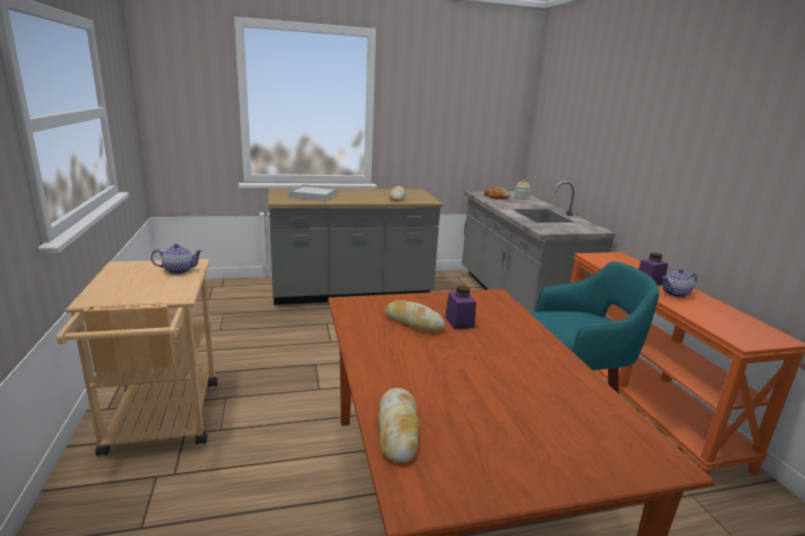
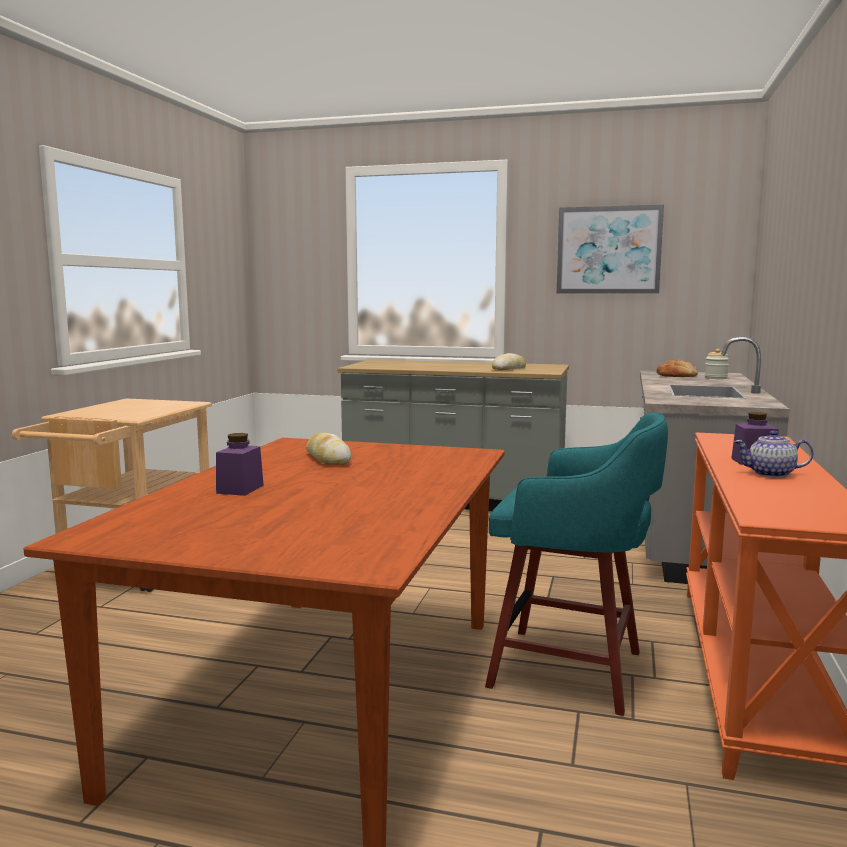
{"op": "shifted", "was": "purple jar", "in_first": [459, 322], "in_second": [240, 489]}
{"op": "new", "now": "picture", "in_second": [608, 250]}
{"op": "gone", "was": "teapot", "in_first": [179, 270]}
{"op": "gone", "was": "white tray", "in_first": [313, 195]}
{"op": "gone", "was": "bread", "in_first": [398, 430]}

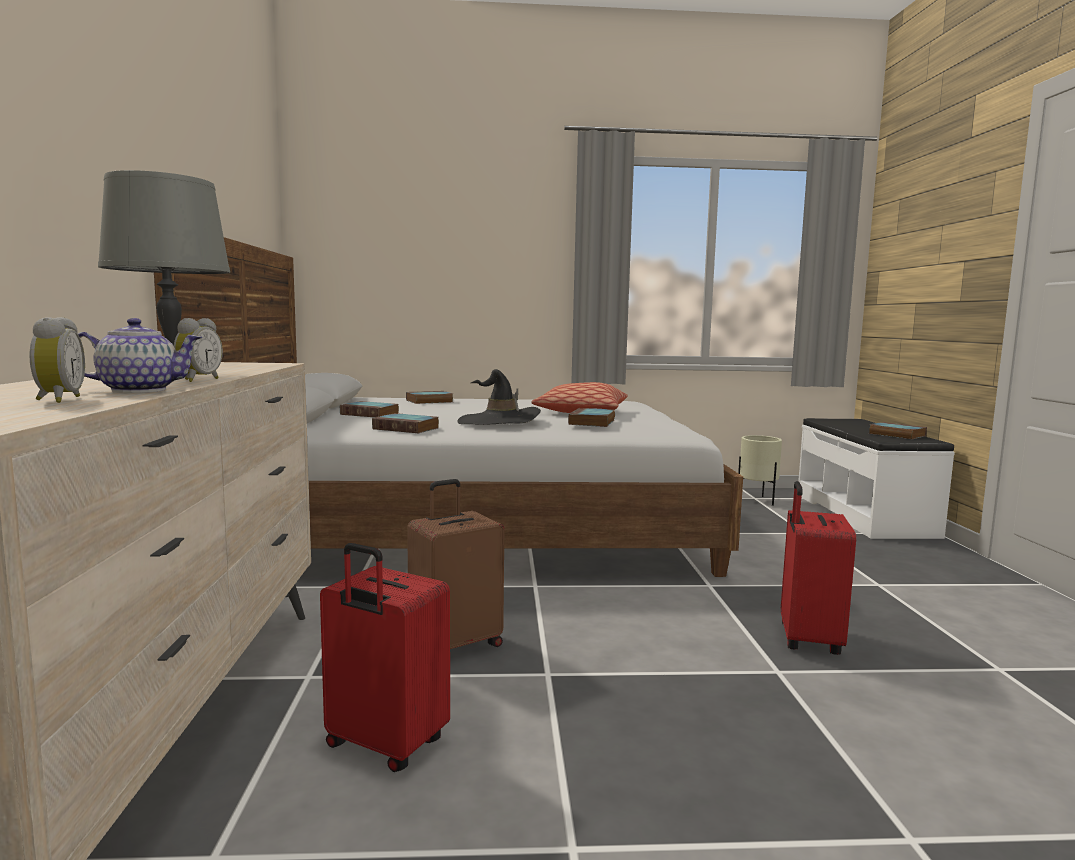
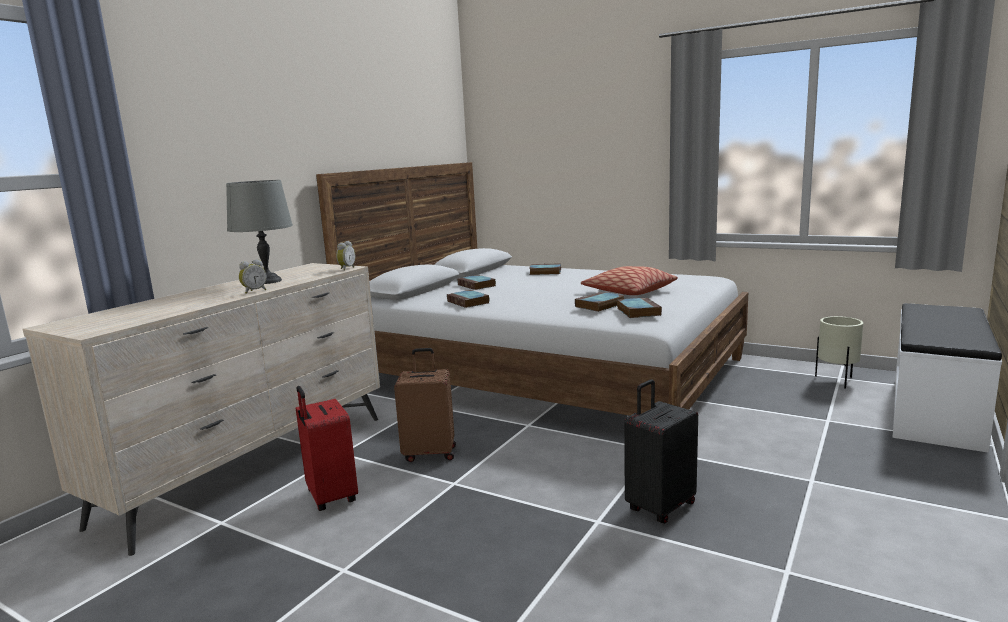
{"op": "shifted", "was": "alarm clock", "in_first": [57, 400], "in_second": [346, 269]}
{"op": "shifted", "was": "book", "in_first": [895, 434], "in_second": [637, 311]}
{"op": "repainted", "was": "red suitcase", "now": "black suitcase", "in_first": [807, 639], "in_second": [659, 507]}
{"op": "gone", "was": "teapot", "in_first": [138, 390]}
{"op": "gone", "was": "black hat", "in_first": [499, 422]}

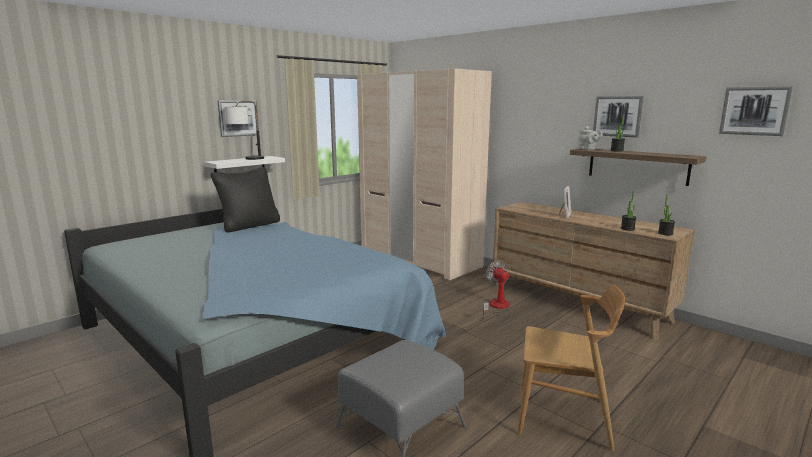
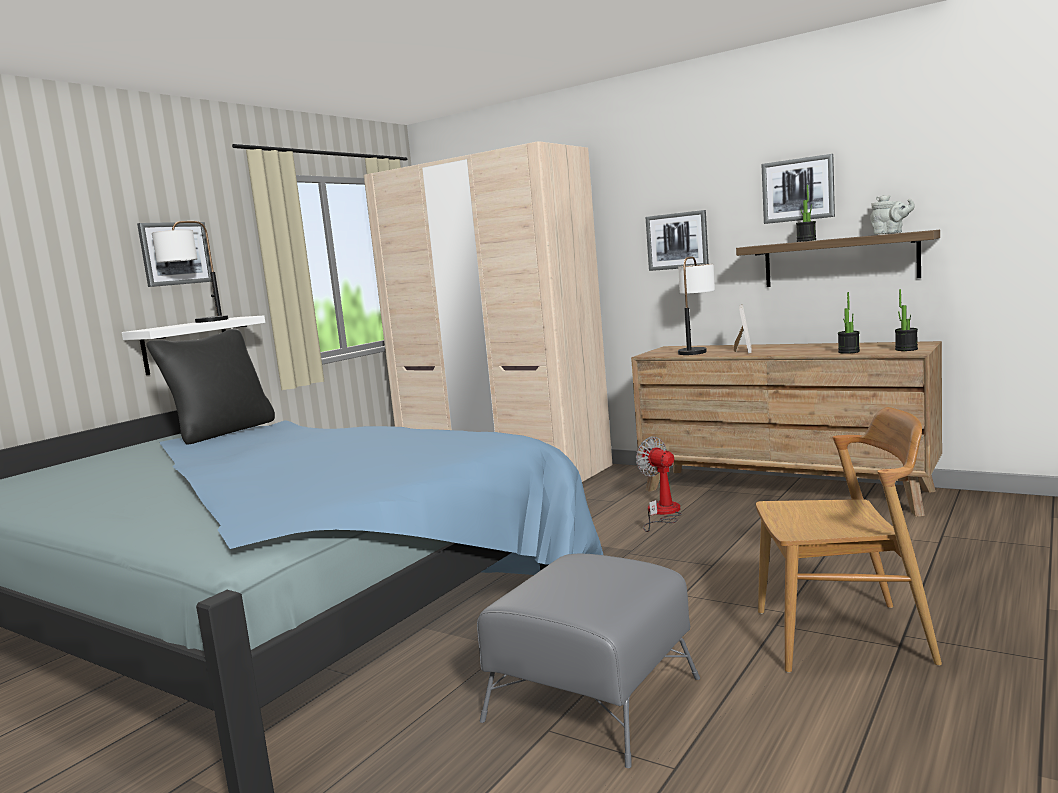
{"op": "shifted", "was": "picture", "in_first": [754, 111], "in_second": [677, 241]}
{"op": "new", "now": "table lamp", "in_second": [697, 350]}
{"op": "shifted", "was": "grey teapot", "in_first": [587, 149], "in_second": [890, 233]}

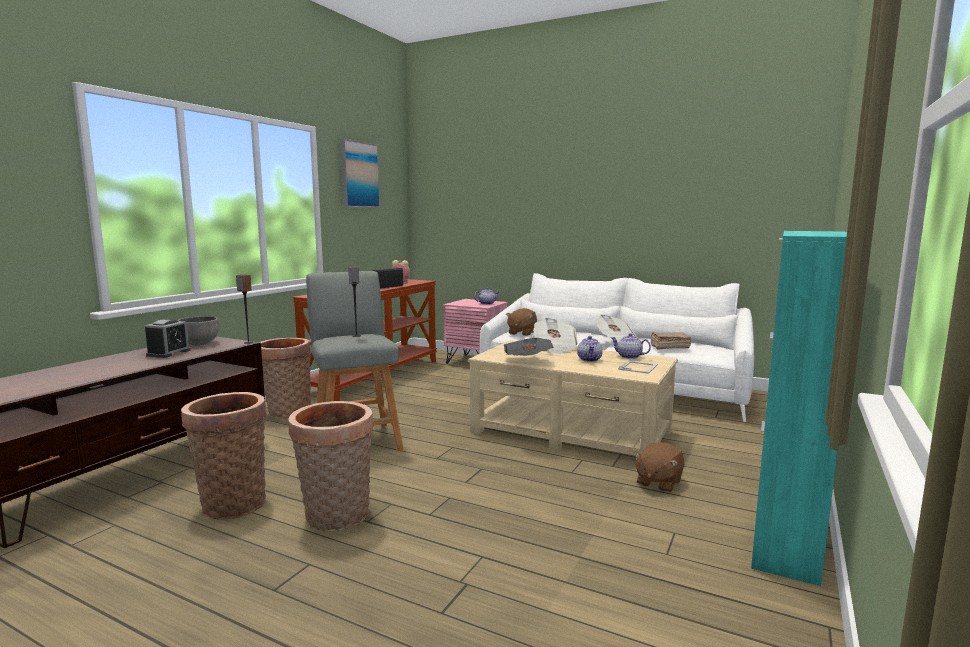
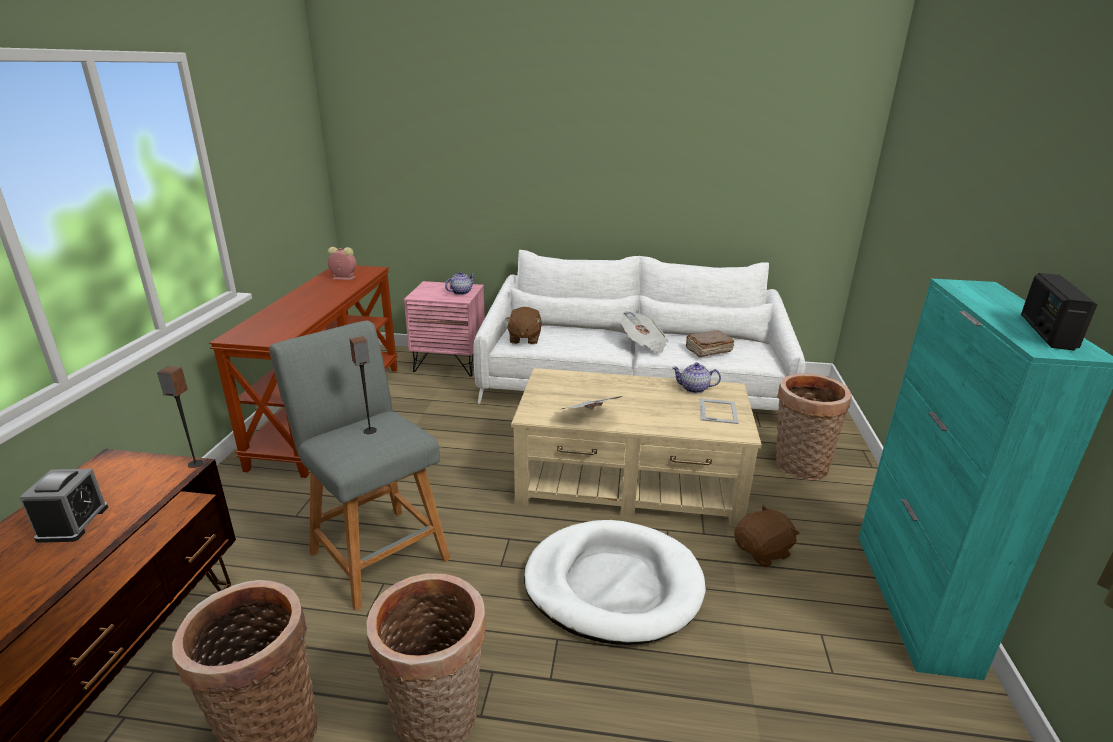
{"op": "new", "now": "white dog bed", "in_second": [613, 585]}
{"op": "rotated", "was": "brown plush toy", "in_first": [658, 482], "in_second": [763, 552], "clockwise": -135}
{"op": "shifted", "was": "basket", "in_first": [287, 412], "in_second": [798, 467]}
{"op": "shifted", "was": "radio", "in_first": [388, 287], "in_second": [1046, 332]}
{"op": "gone", "was": "grey bowl", "in_first": [200, 343]}
{"op": "gone", "was": "picture", "in_first": [359, 175]}
{"op": "gone", "was": "newspaper", "in_first": [555, 348]}
{"op": "gone", "was": "teapot", "in_first": [590, 359]}

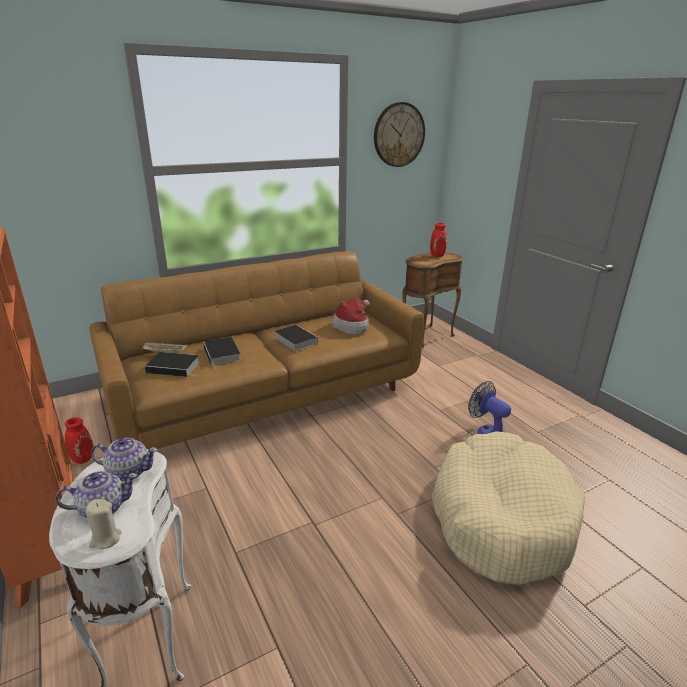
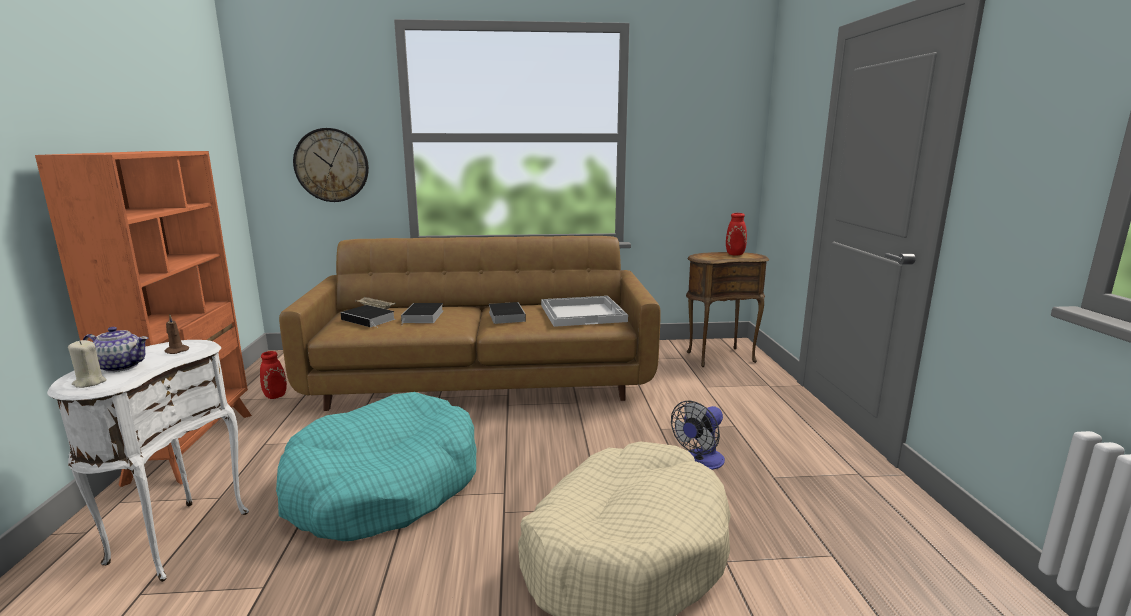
{"op": "swapped", "was": "teapot", "now": "brown candle", "in_first": [128, 471], "in_second": [176, 351]}
{"op": "new", "now": "turquoise dog bed", "in_second": [384, 486]}
{"op": "shifted", "was": "wall clock", "in_first": [399, 135], "in_second": [331, 165]}
{"op": "swapped", "was": "hat", "now": "white tray", "in_first": [352, 326], "in_second": [583, 313]}
{"op": "rotated", "was": "fan", "in_first": [487, 431], "in_second": [700, 462], "clockwise": -120}

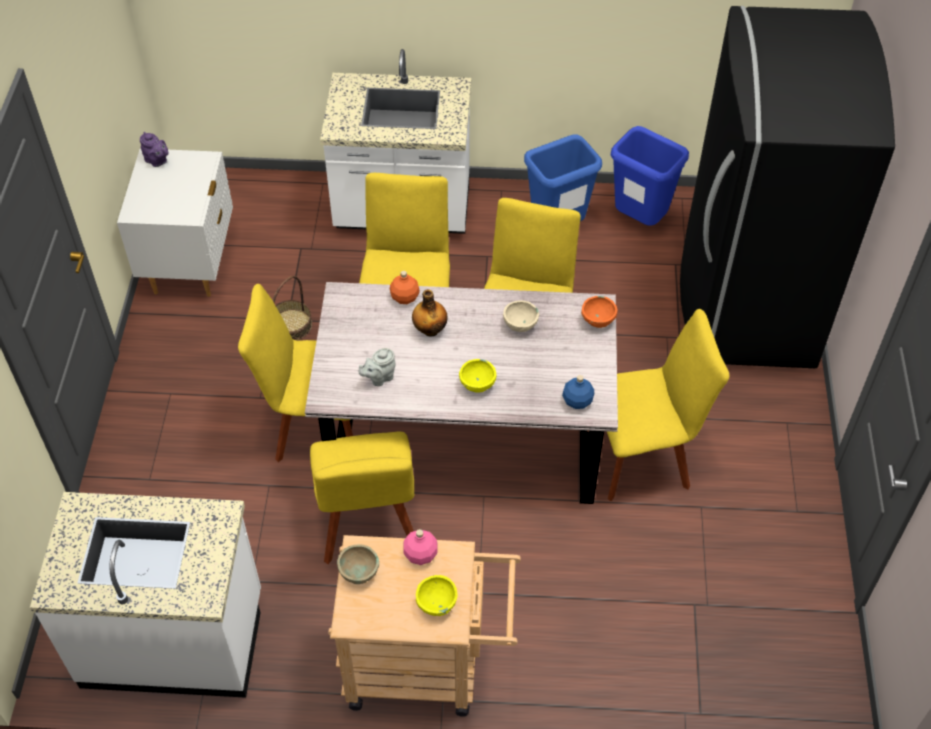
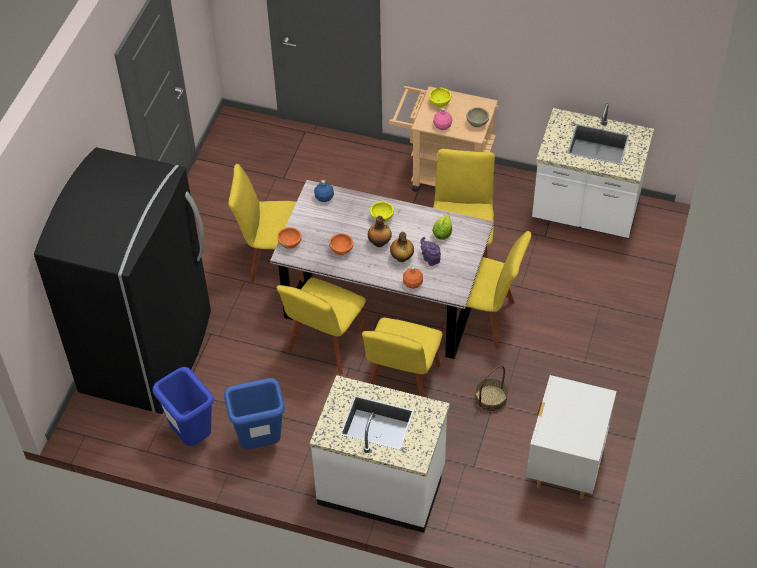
{"op": "repainted", "was": "beige bowl", "now": "orange bowl", "in_first": [520, 326], "in_second": [341, 250]}
{"op": "new", "now": "bottle", "in_second": [379, 243]}
{"op": "shifted", "was": "purple teapot", "in_first": [157, 161], "in_second": [430, 259]}
{"op": "swapped", "was": "grey teapot", "now": "lettuce", "in_first": [379, 378], "in_second": [442, 233]}

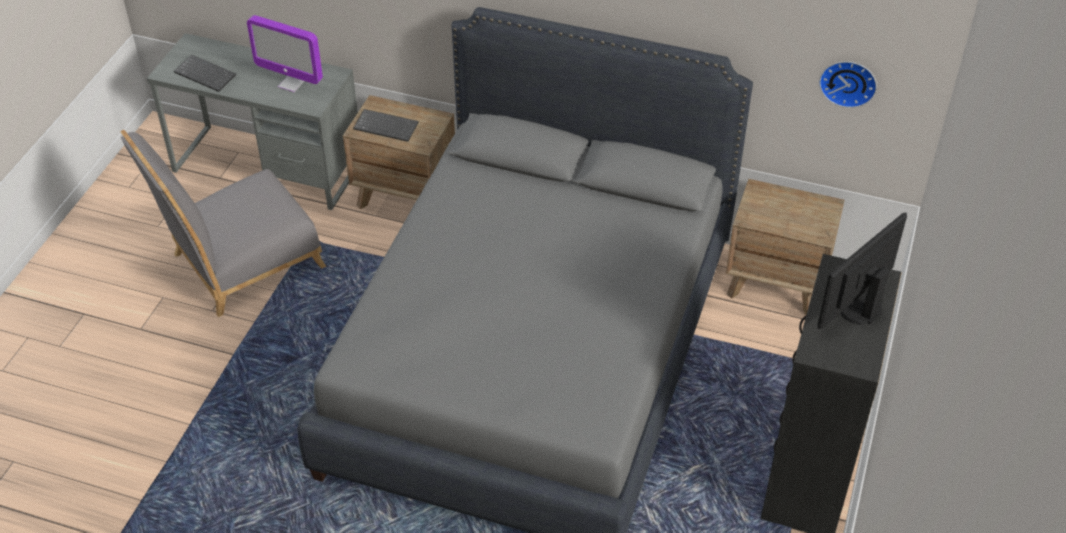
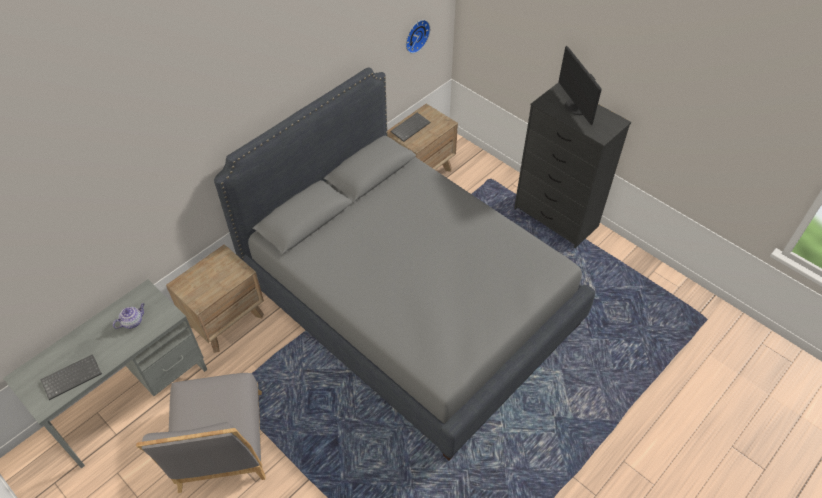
{"op": "swapped", "was": "monitor", "now": "teapot", "in_first": [291, 84], "in_second": [133, 321]}
{"op": "shifted", "was": "keyboard", "in_first": [387, 126], "in_second": [410, 127]}

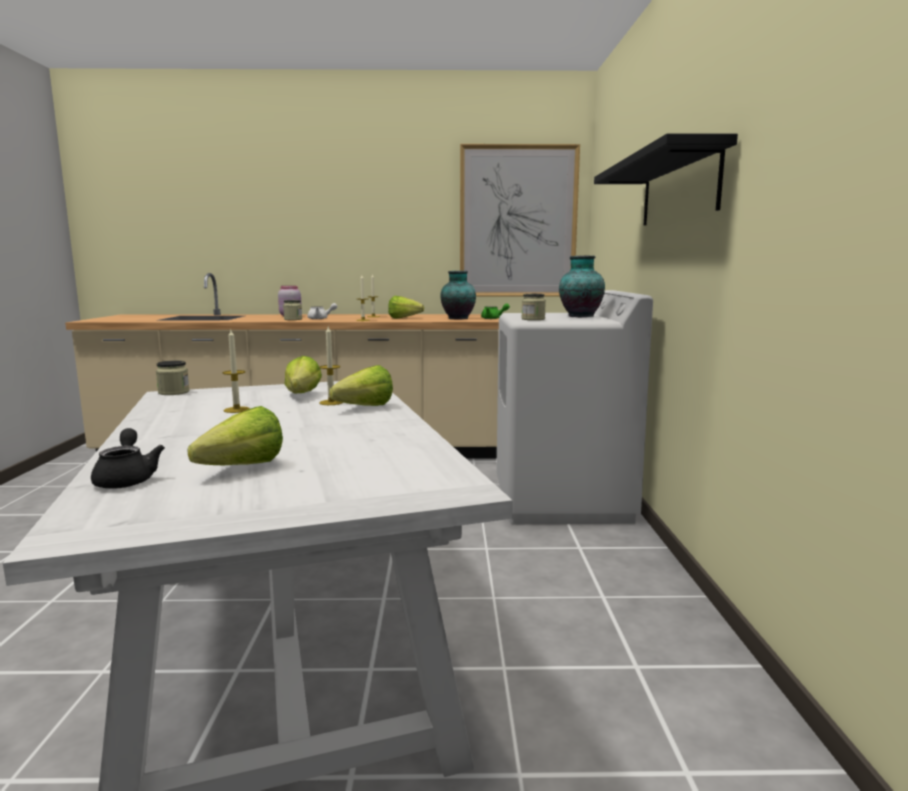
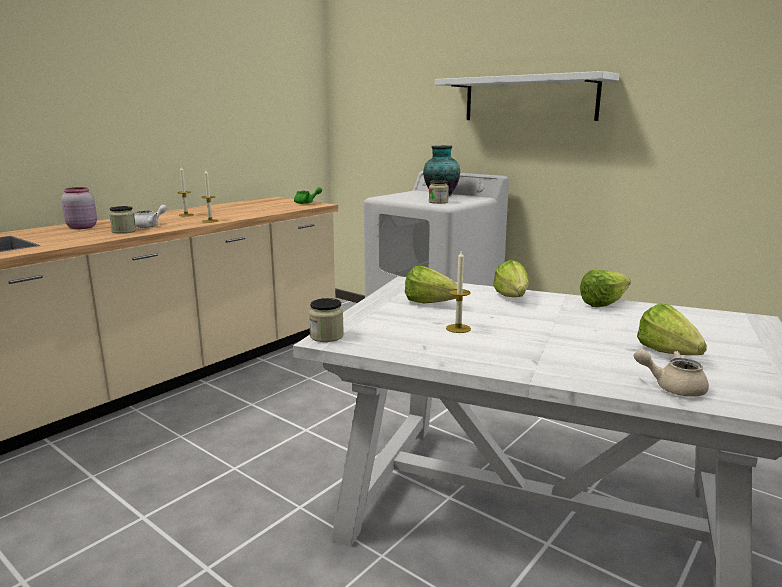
{"op": "repainted", "was": "black shelf", "now": "white shelf", "in_first": [678, 189], "in_second": [529, 99]}
{"op": "shifted", "was": "lettuce", "in_first": [406, 318], "in_second": [607, 303]}
{"op": "repainted", "was": "black teapot", "now": "beige teapot", "in_first": [127, 479], "in_second": [672, 387]}
{"op": "gone", "was": "candle", "in_first": [331, 402]}
{"op": "gone", "was": "vase", "in_first": [457, 318]}
{"op": "gone", "was": "picture", "in_first": [518, 222]}

